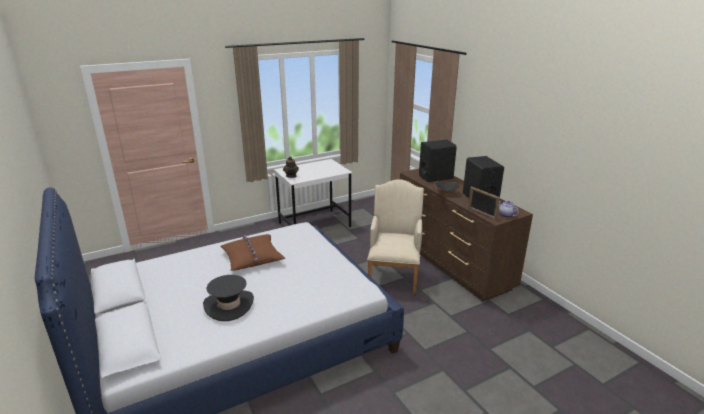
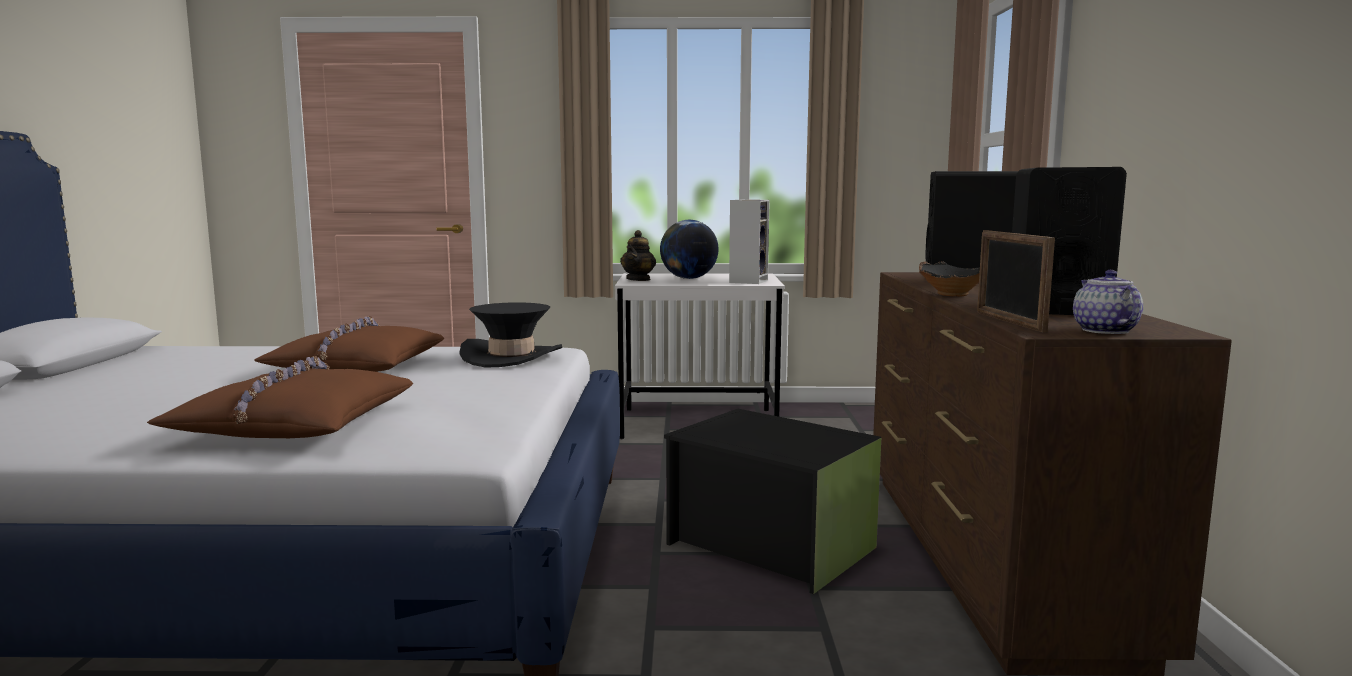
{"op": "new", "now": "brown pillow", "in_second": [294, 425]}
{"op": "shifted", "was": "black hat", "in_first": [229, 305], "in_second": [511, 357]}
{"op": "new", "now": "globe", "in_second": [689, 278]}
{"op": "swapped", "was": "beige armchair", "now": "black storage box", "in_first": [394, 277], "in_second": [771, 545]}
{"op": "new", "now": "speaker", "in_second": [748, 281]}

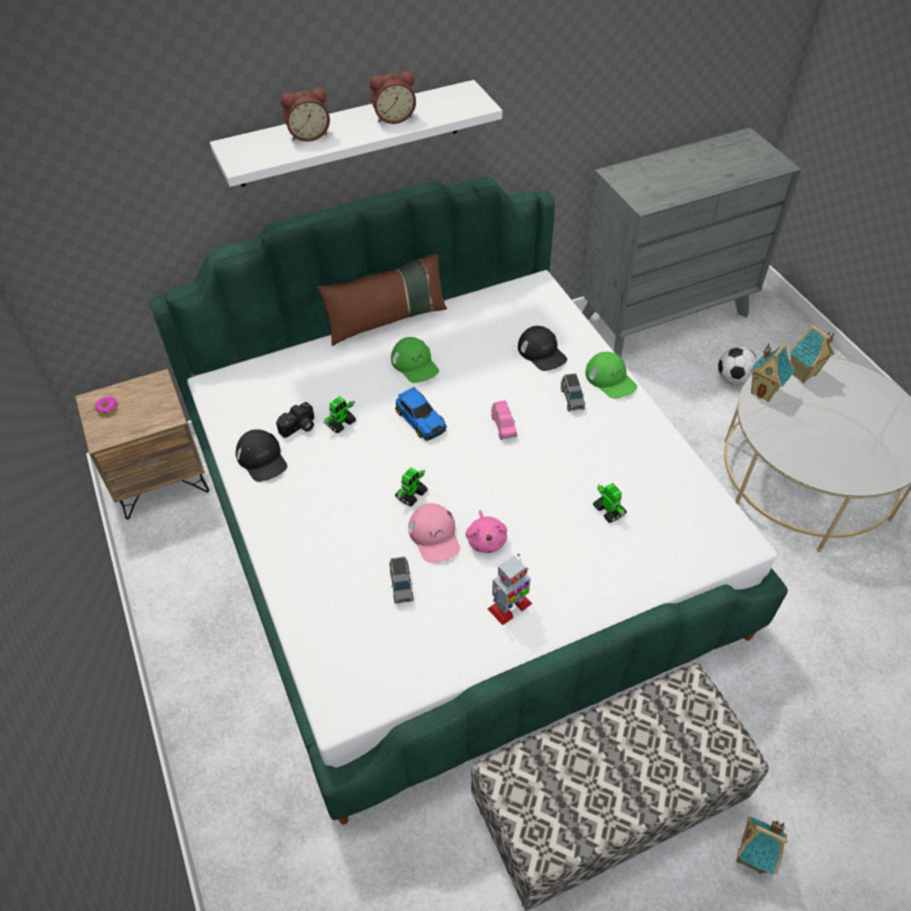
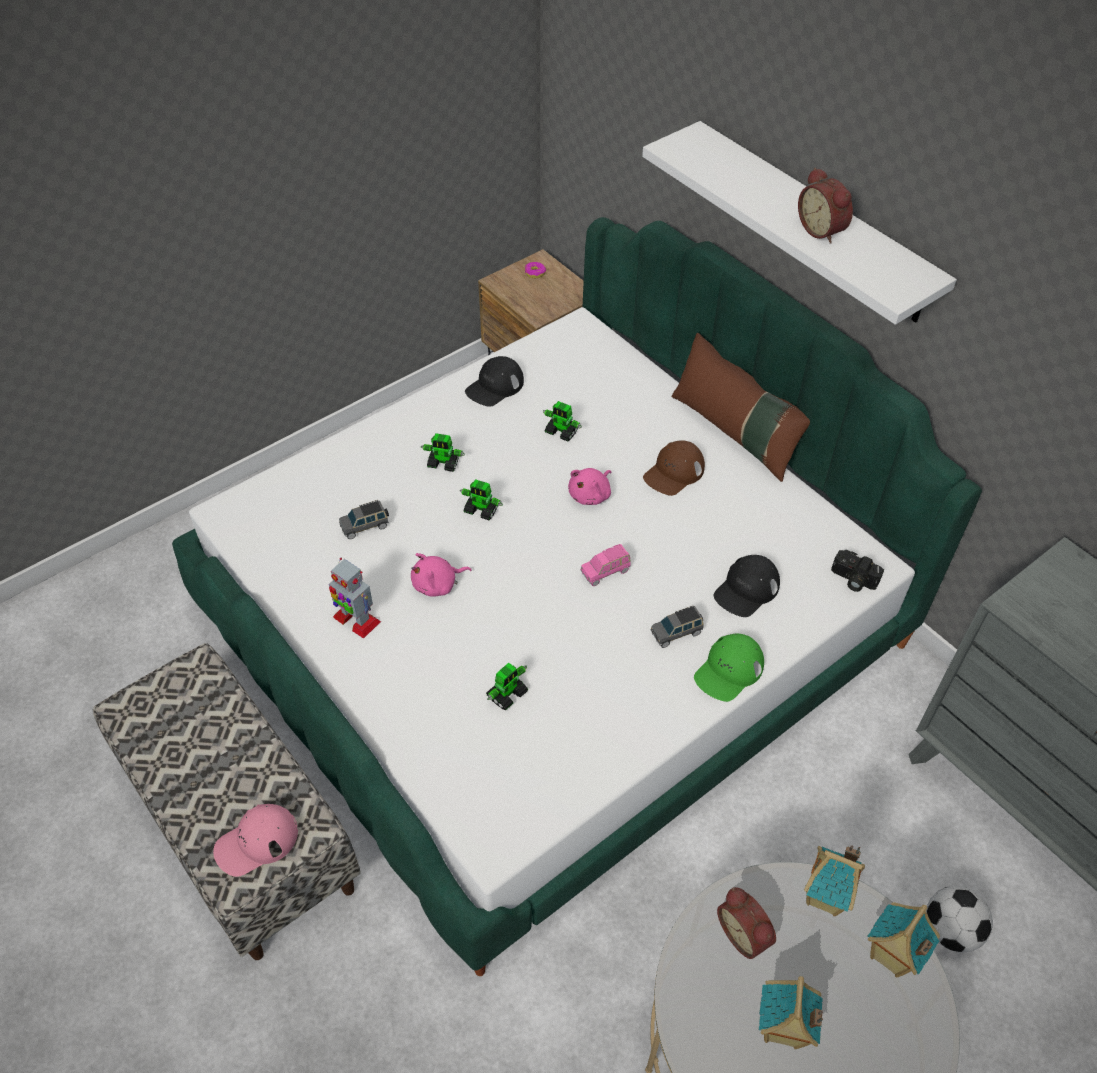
{"op": "shifted", "was": "pink cap", "in_first": [434, 536], "in_second": [257, 842]}
{"op": "new", "now": "toy robot", "in_second": [444, 463]}
{"op": "swapped", "was": "toy car", "now": "pink plush toy", "in_first": [420, 419], "in_second": [591, 495]}
{"op": "repainted", "was": "green cap", "now": "brown cap", "in_first": [415, 364], "in_second": [674, 472]}
{"op": "shifted", "was": "alarm clock", "in_first": [308, 134], "in_second": [745, 933]}
{"op": "shifted", "was": "toy house", "in_first": [752, 857], "in_second": [781, 1030]}
{"op": "shifted", "was": "photo camera", "in_first": [299, 428], "in_second": [852, 580]}

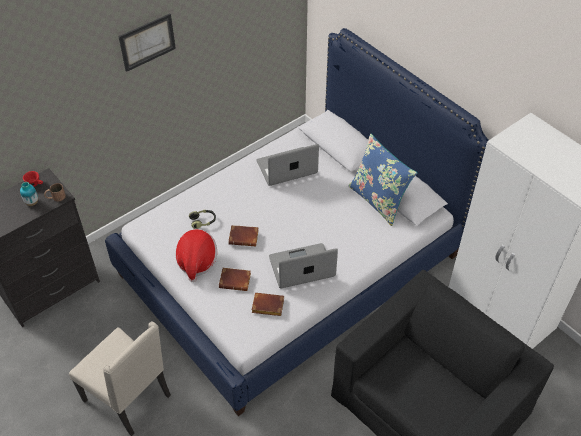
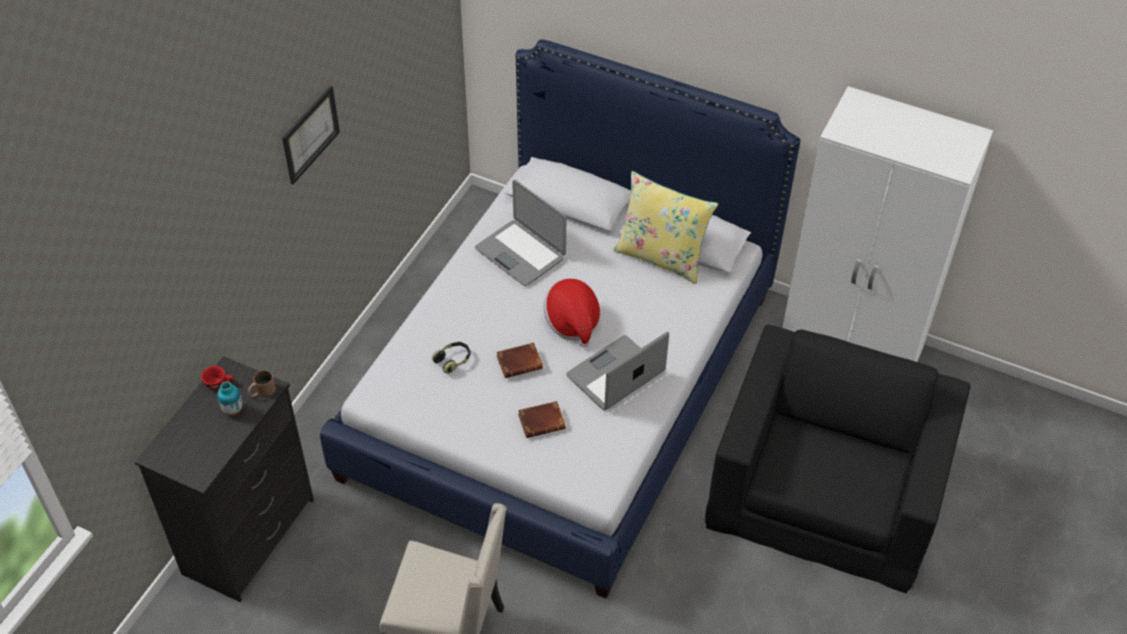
{"op": "rotated", "was": "laptop", "in_first": [287, 168], "in_second": [520, 253], "clockwise": -90}
{"op": "shifted", "was": "hat", "in_first": [196, 261], "in_second": [572, 322]}
{"op": "repainted", "was": "blue pillow", "now": "yellow pillow", "in_first": [378, 200], "in_second": [661, 257]}
{"op": "gone", "was": "brown book", "in_first": [267, 306]}

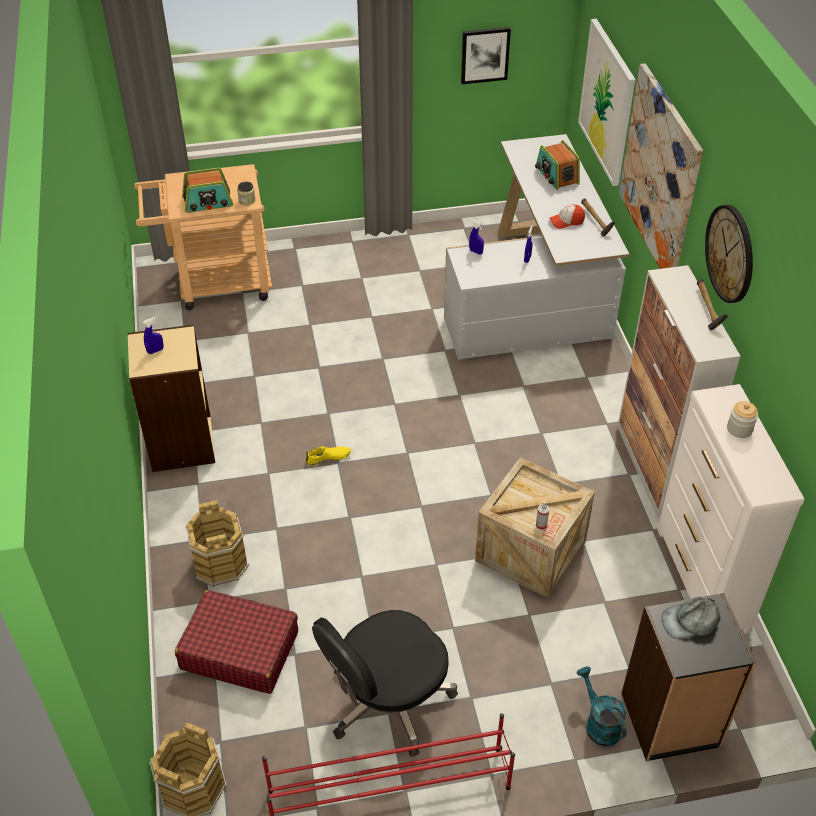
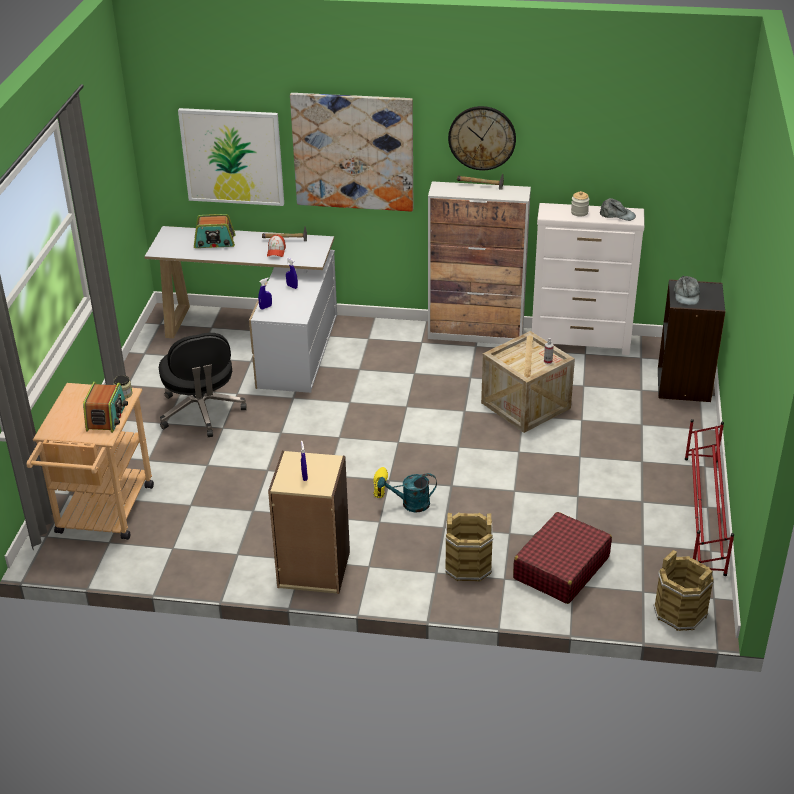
{"op": "shifted", "was": "black office chair", "in_first": [387, 701], "in_second": [201, 412]}
{"op": "shifted", "was": "turquoise watering can", "in_first": [598, 723], "in_second": [410, 504]}
{"op": "new", "now": "grey cap", "in_second": [617, 215]}
{"op": "gone", "was": "picture", "in_first": [485, 55]}

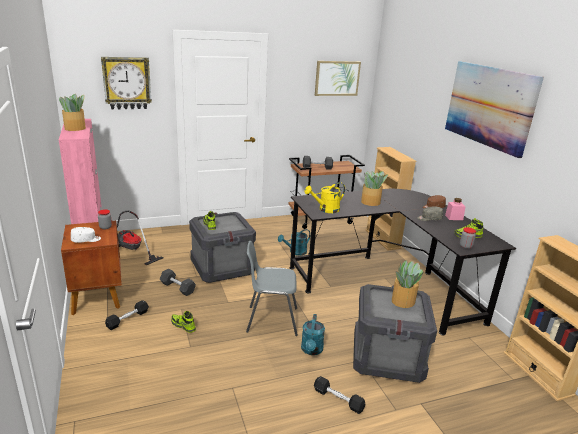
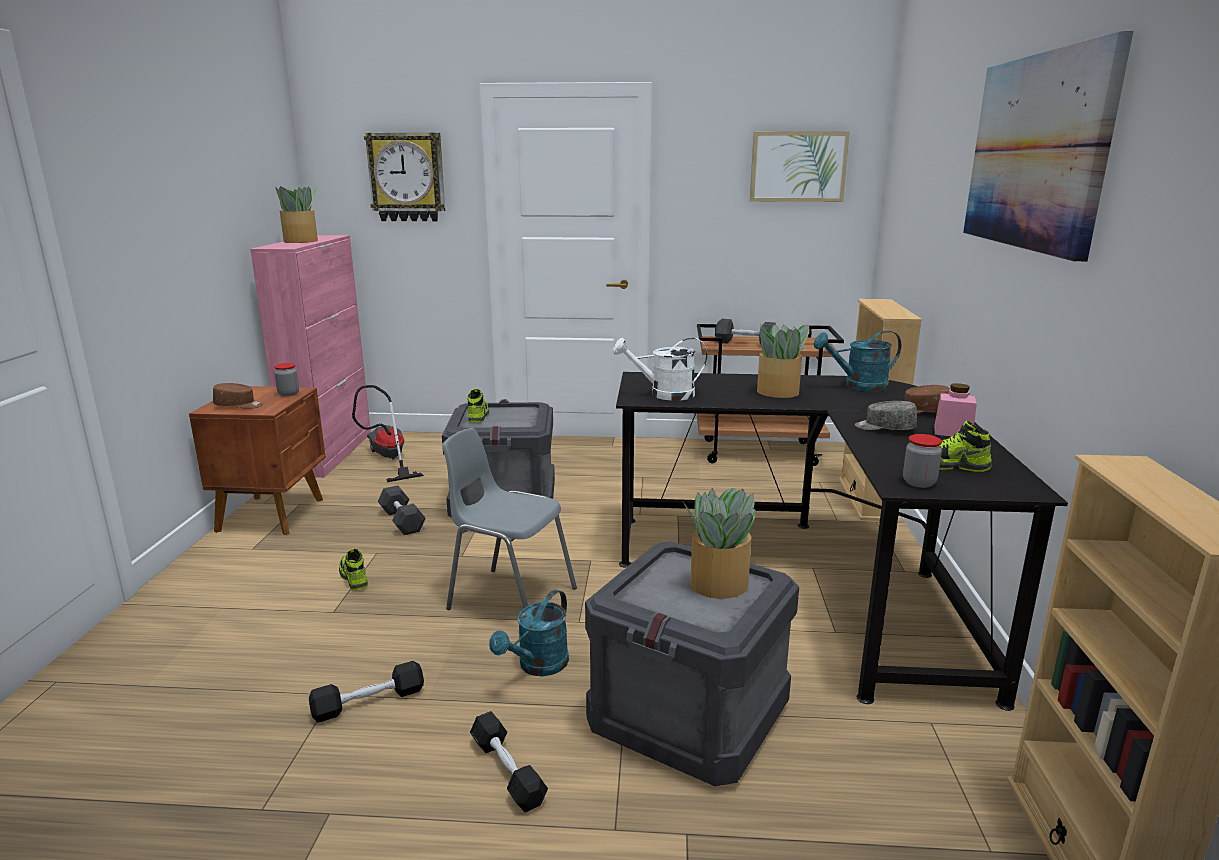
{"op": "repainted", "was": "white cap", "now": "brown cap", "in_first": [86, 240], "in_second": [239, 406]}
{"op": "shifted", "was": "black dumbbell", "in_first": [127, 319], "in_second": [368, 702]}
{"op": "repainted", "was": "yellow watering can", "now": "white watering can", "in_first": [325, 210], "in_second": [664, 394]}
{"op": "shifted", "was": "turquoise watering can", "in_first": [295, 252], "in_second": [858, 386]}

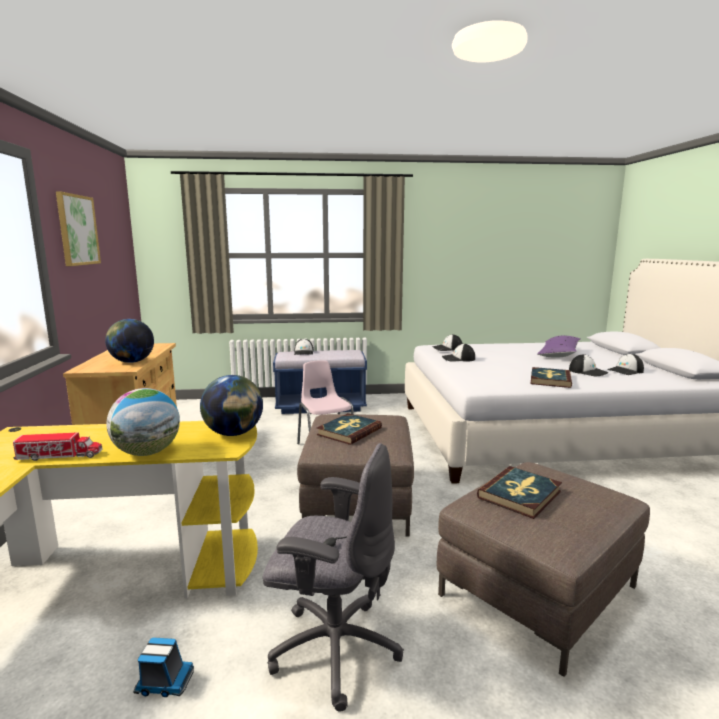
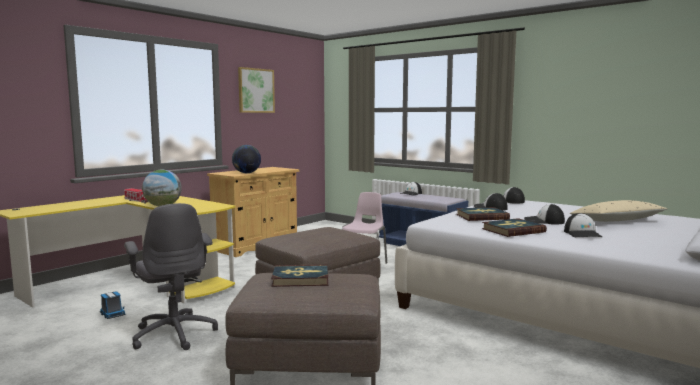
{"op": "shifted", "was": "book", "in_first": [349, 431], "in_second": [481, 216]}
{"op": "shifted", "was": "cap", "in_first": [625, 371], "in_second": [543, 221]}
{"op": "repainted", "was": "purple pillow", "now": "beige pillow", "in_first": [559, 354], "in_second": [617, 221]}
{"op": "gone", "was": "globe", "in_first": [234, 433]}

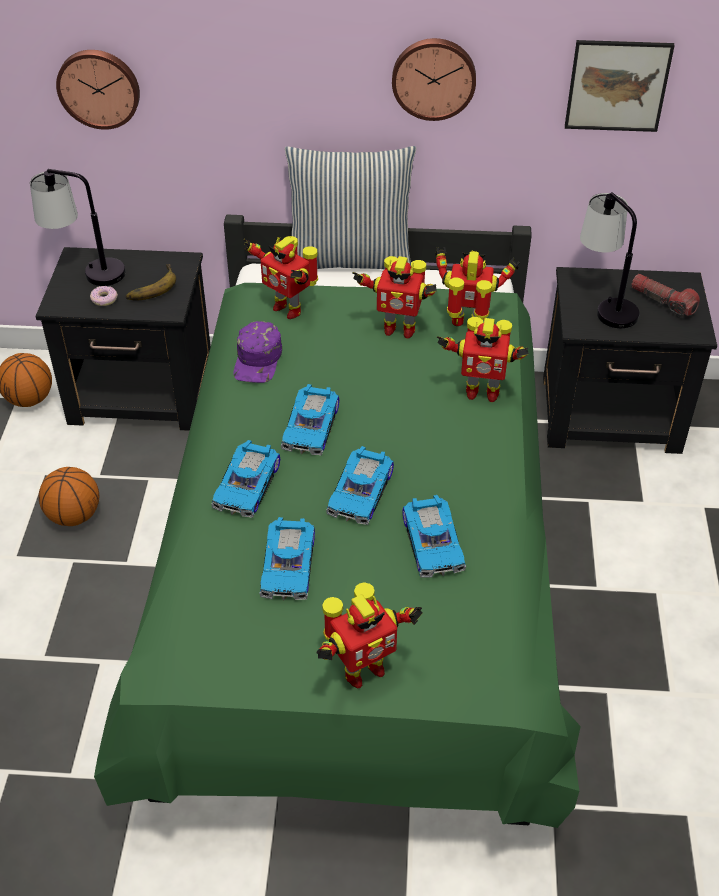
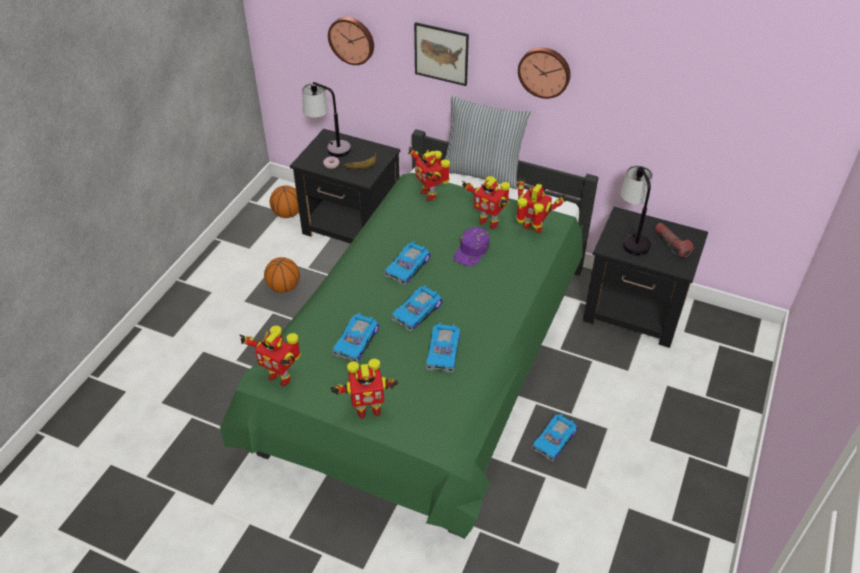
{"op": "shifted", "was": "toy robot", "in_first": [481, 392], "in_second": [280, 376]}
{"op": "shifted", "was": "picture", "in_first": [617, 85], "in_second": [441, 53]}
{"op": "shifted", "was": "purple cap", "in_first": [258, 360], "in_second": [471, 251]}
{"op": "shifted", "was": "toy car", "in_first": [248, 486], "in_second": [555, 440]}

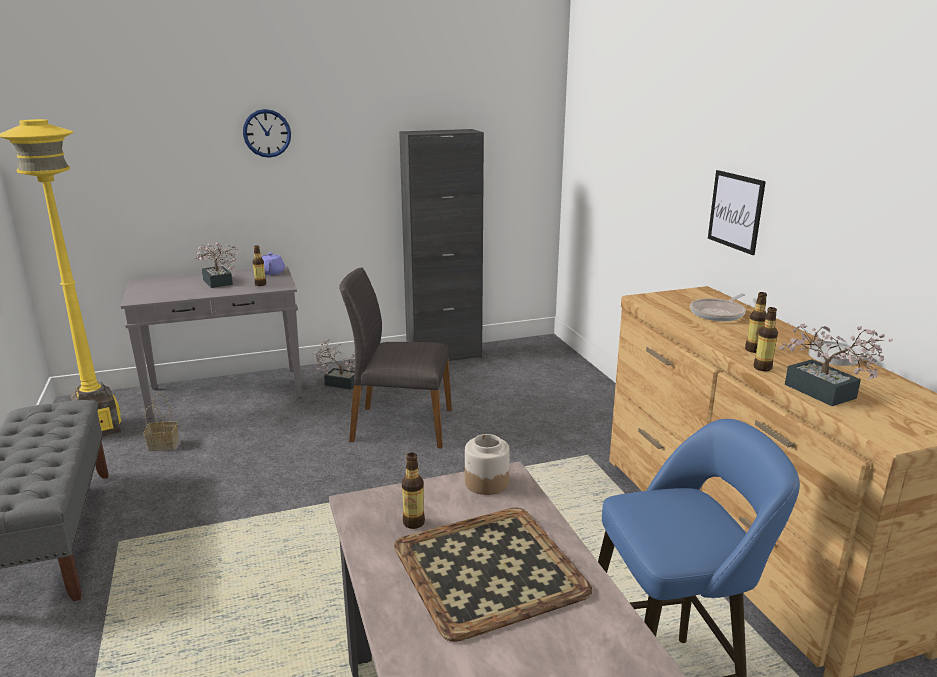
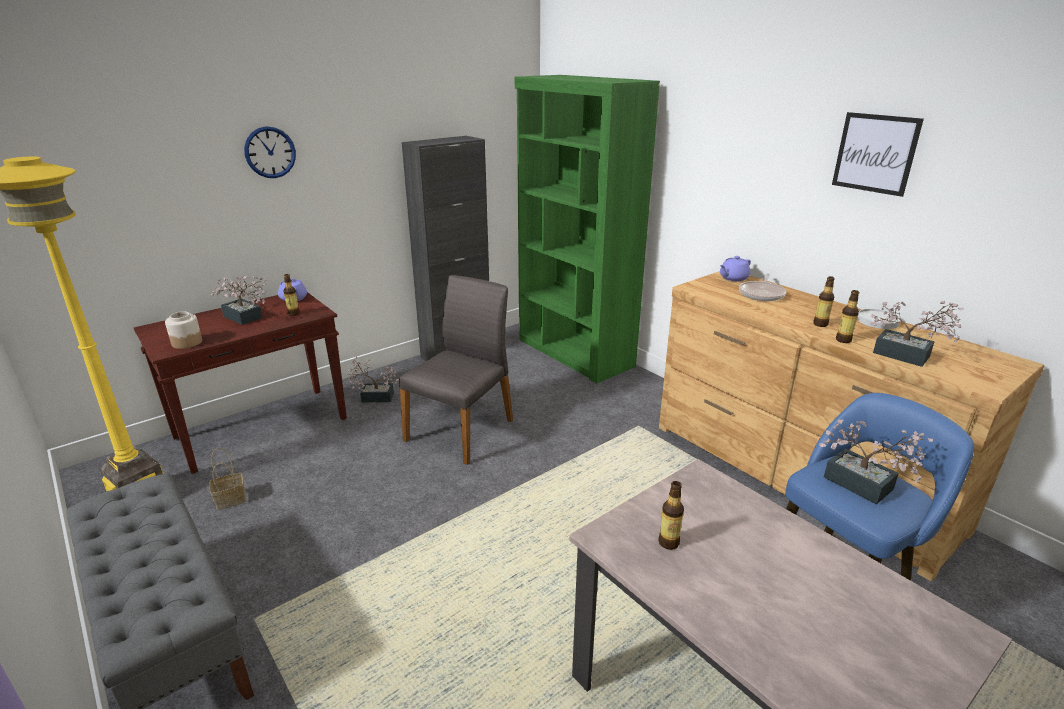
{"op": "repainted", "was": "grey console table", "now": "brown console table", "in_first": [227, 392], "in_second": [263, 428]}
{"op": "shifted", "was": "jar", "in_first": [486, 482], "in_second": [187, 342]}
{"op": "rotated", "was": "grey chair", "in_first": [400, 425], "in_second": [462, 430], "clockwise": 135}
{"op": "new", "now": "green bookcase", "in_second": [574, 353]}
{"op": "new", "now": "purple teapot", "in_second": [733, 278]}
{"op": "new", "now": "potted plant", "in_second": [865, 487]}
{"op": "shifted", "was": "picture", "in_first": [736, 211], "in_second": [875, 153]}
{"op": "gone", "was": "tray", "in_first": [488, 570]}

